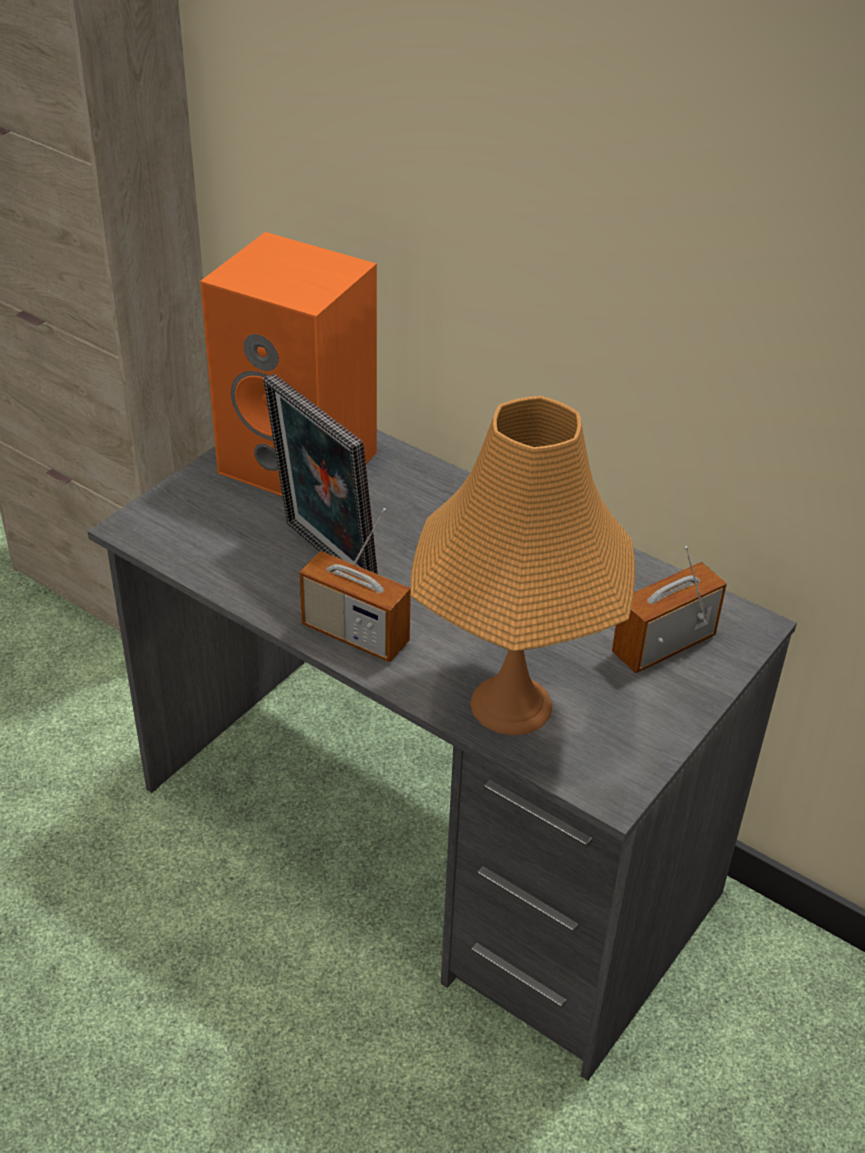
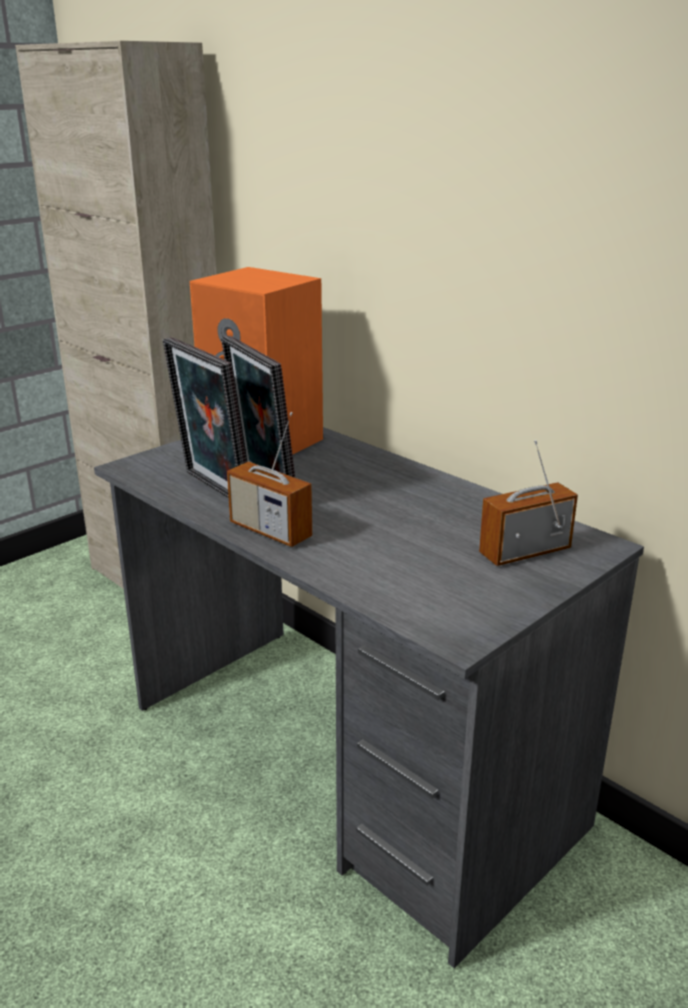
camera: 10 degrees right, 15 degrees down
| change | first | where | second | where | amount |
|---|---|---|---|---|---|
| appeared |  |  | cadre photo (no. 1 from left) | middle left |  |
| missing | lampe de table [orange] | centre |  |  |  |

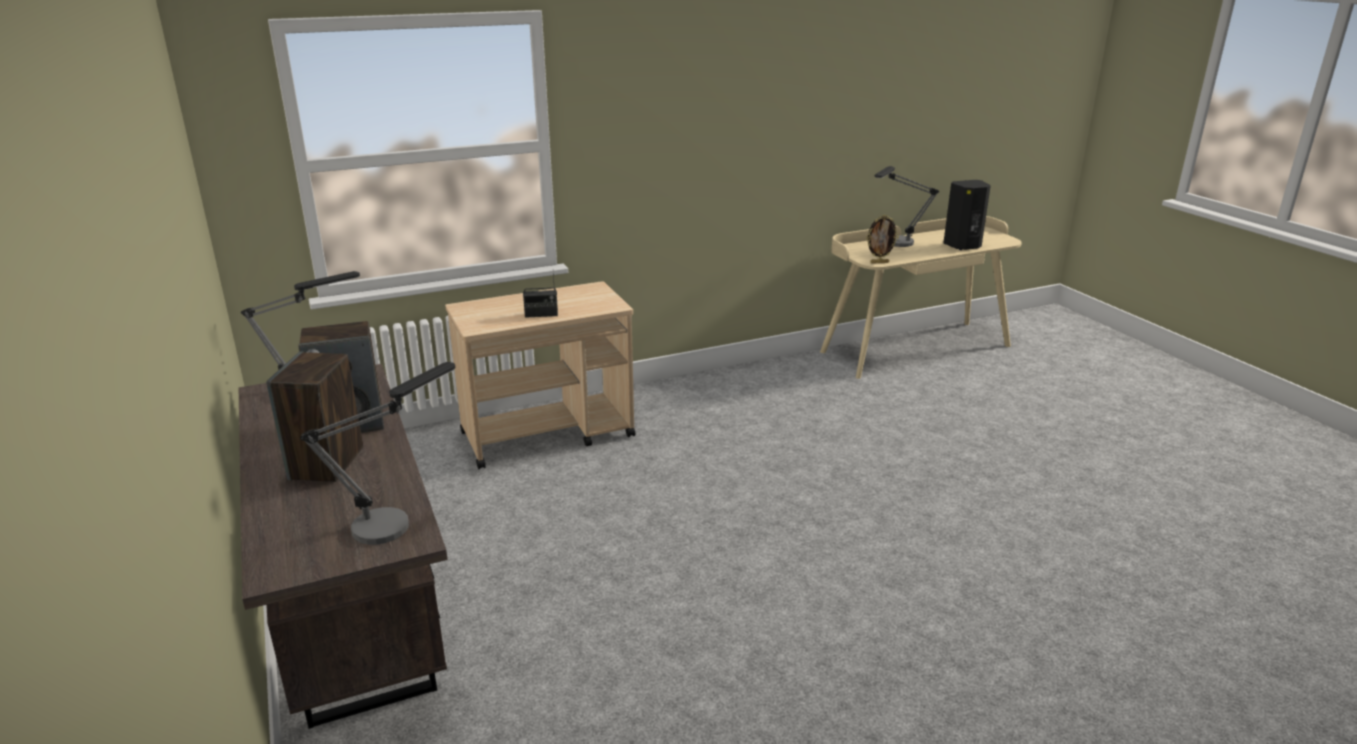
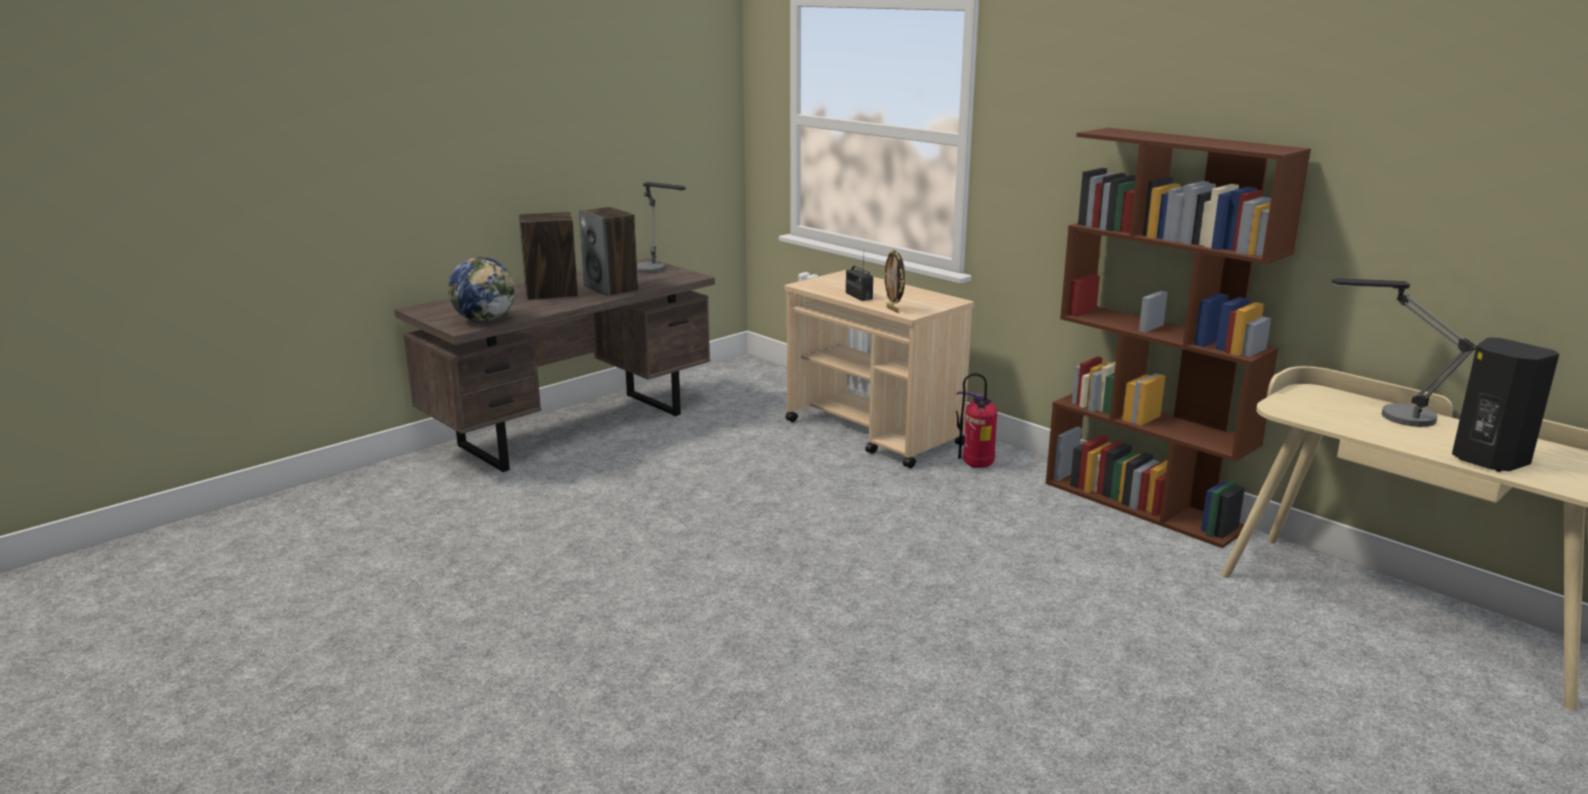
camera: 70 degrees right, 5 degrees down
| change | first | where | second | where | amount |
|---|---|---|---|---|---|
| exchanged | lampe de table (no. 2 from left) | middle left | globe | middle left |  |
| relocated | cadre photo | top centre |  | centre |  |
| appeared |  |  | extincteur | centre |  |
| appeared |  |  | bibliothèque [marron] | middle right |  |

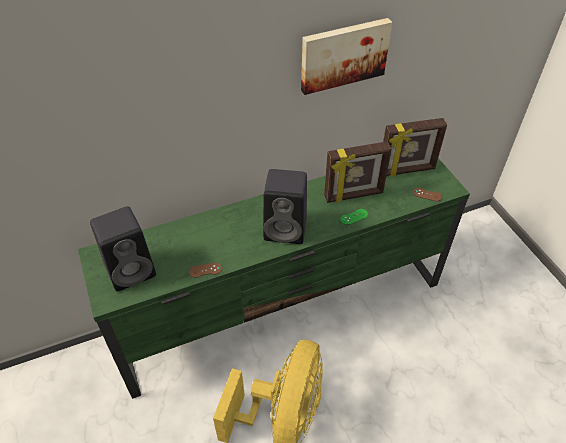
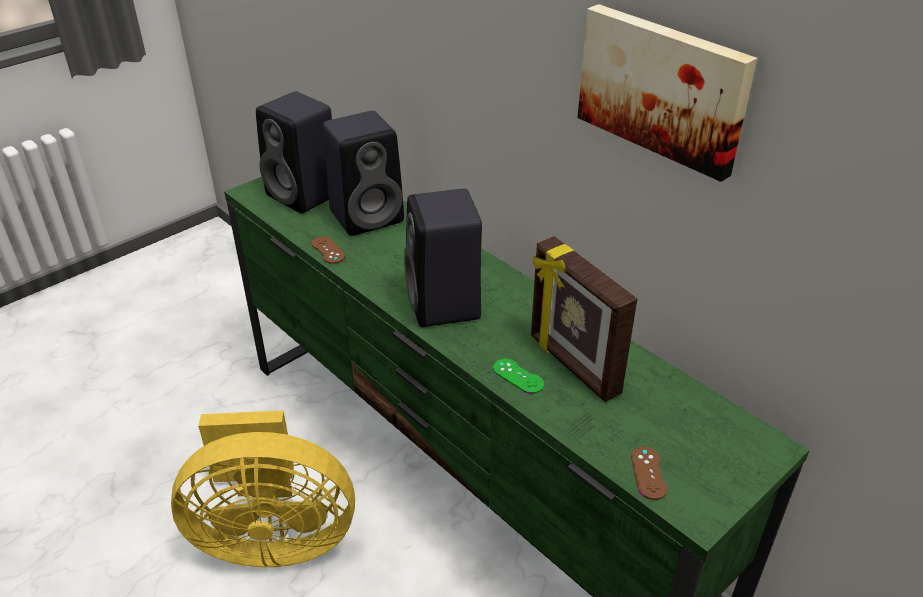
camera: 70 degrees right, 10 degrees down
| change | first | where | second | where | amount |
|---|---|---|---|---|---|
| appeared |  |  | enceinte [noir] (no. 2 from left) | top centre |  |
| missing | cadre photo (no. 2 from left) | top right |  |  |  |

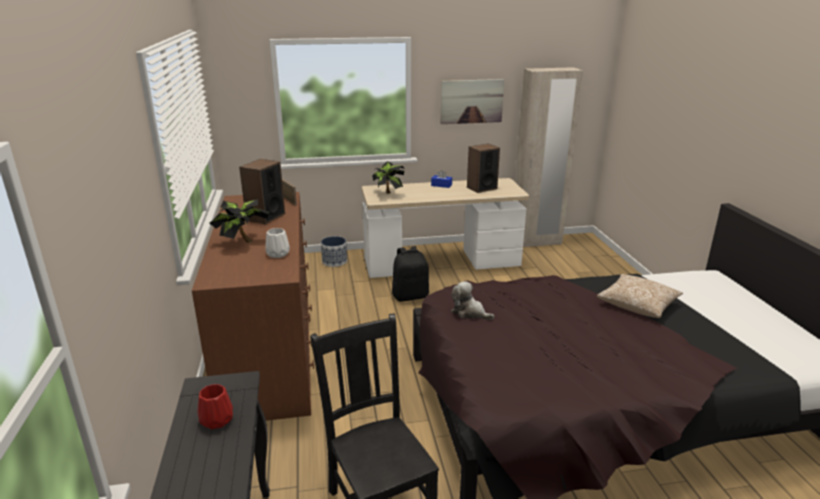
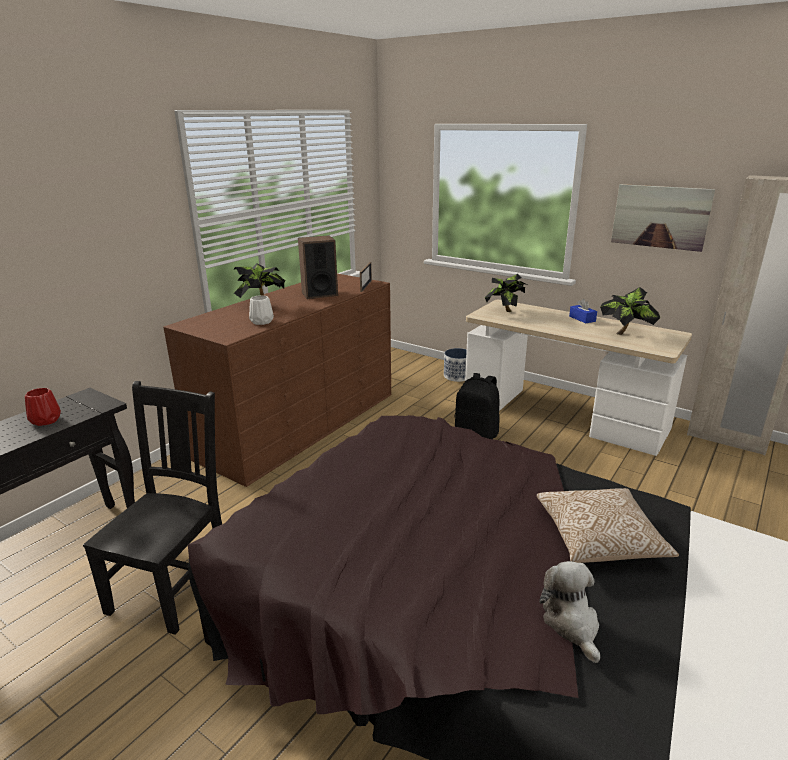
camera: 45 degrees right, 0 degrees up
| change | first | where | second | where | amount |
|---|---|---|---|---|---|
| relocated | peluche | centre |  | bottom right |  |
| exchanged | enceinte (no. 2 from left) | centre | plante en pot (no. 3 from left) | middle right |  |

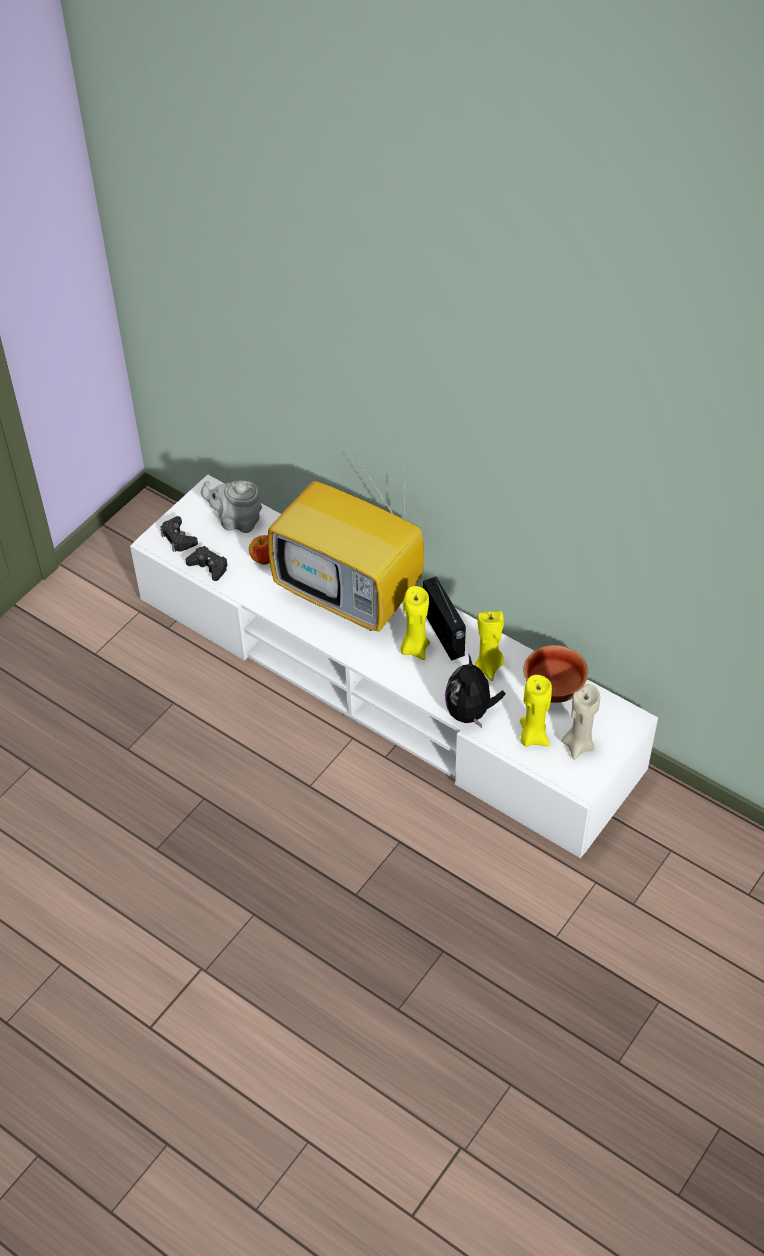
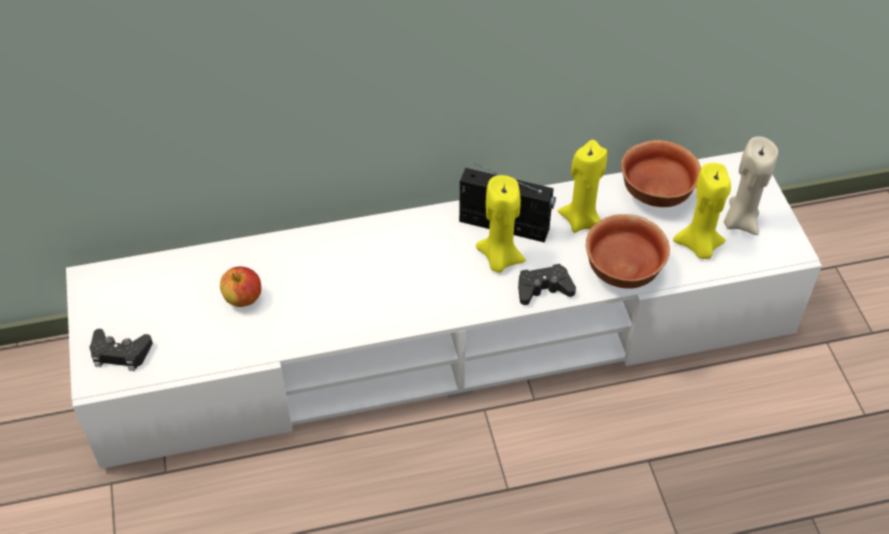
camera: 50 degrees left, 0 degrees up
| change | first | where | second | where | amount |
|---|---|---|---|---|---|
| relocated | manette [noir] (no. 2 from left) | middle left |  | centre |  |
| exchanged | peluche | centre | bol (no. 1 from left) | middle right |  |
| missing | théière [gris] | middle left |  |  |  |
| missing | téléviseur | centre |  |  |  |

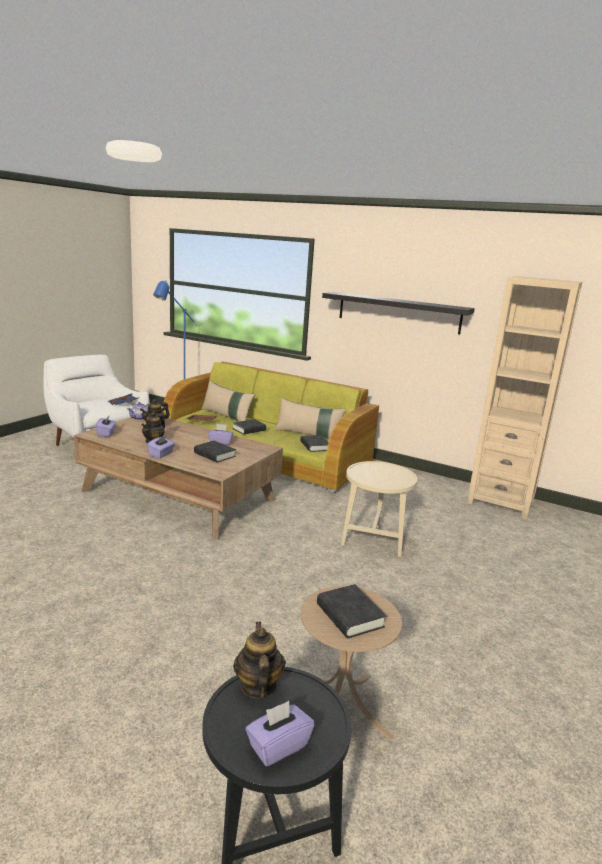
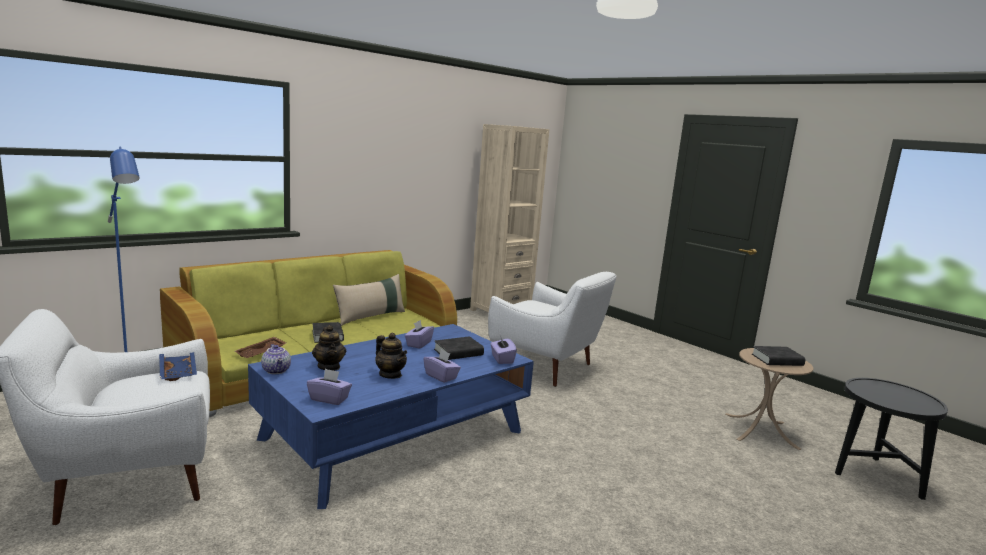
camera: 70 degrees left, 5 degrees down
| change | first | where | second | where | amount |
|---|---|---|---|---|---|
| colour | table basse [marron] | middle left | table basse [bleu] | bottom centre |  |
| exchanged | table d'appoint [beige] (no. 2 from left) | centre | fauteuil [blanc] (no. 2 from left) | centre |  |
| relocated | boîte à mouchoirs [violet] (no. 4 from left) | bottom centre |  | centre |  |
| missing | coussin [beige] (no. 1 from left) | centre |  |  |  |
| missing | théière (no. 4 from left) | bottom centre |  |  |  |
| missing | livre [noir] (no. 3 from left) | centre |  |  |  |
| missing | étagère [noir] | centre |  |  |  |

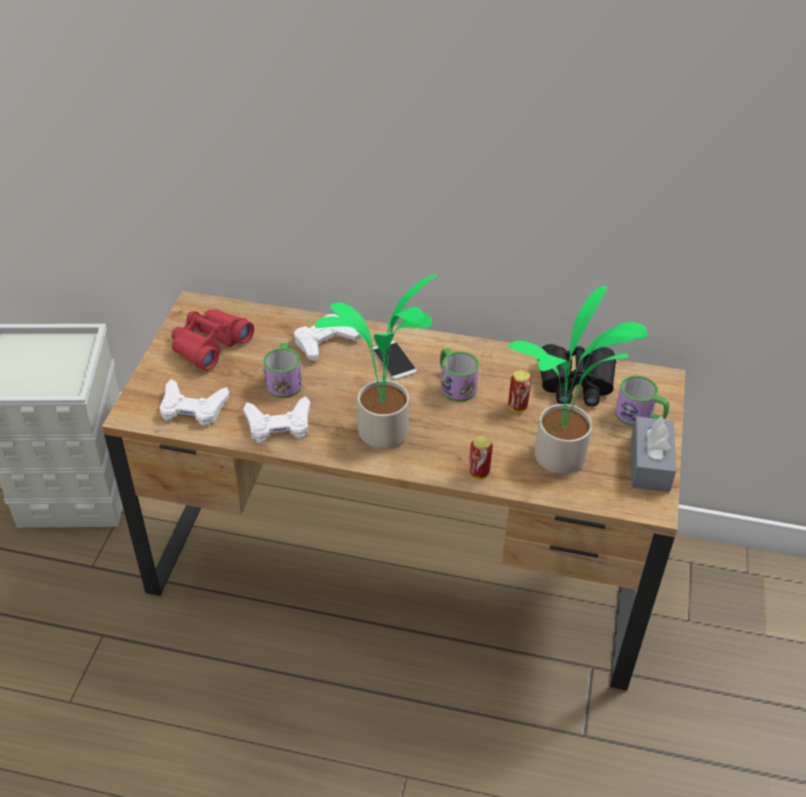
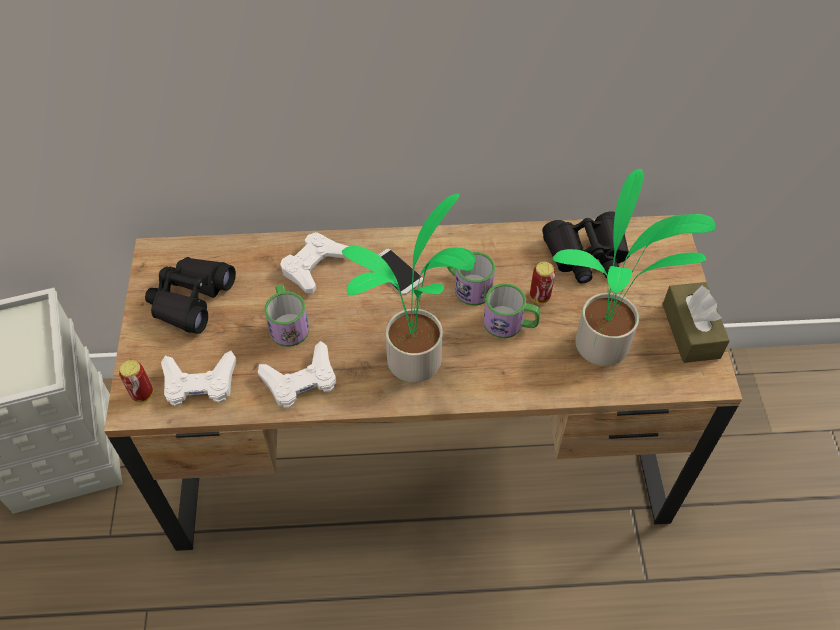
camera: 15 degrees left, 10 degrees up
| change | first | where | second | where | amount |
|---|---|---|---|---|---|
| relocated | boîte métallique (no. 1 from left) | centre |  | middle left |  |
| colour | jumelles [rouge] | middle left | jumelles [noir] (no. 1 from left) | middle left |  |
| relocated | mug (no. 3 from left) | middle right |  | centre |  |
| colour | boîte à mouchoirs [gris] | middle right | boîte à mouchoirs [marron] | middle right |  |

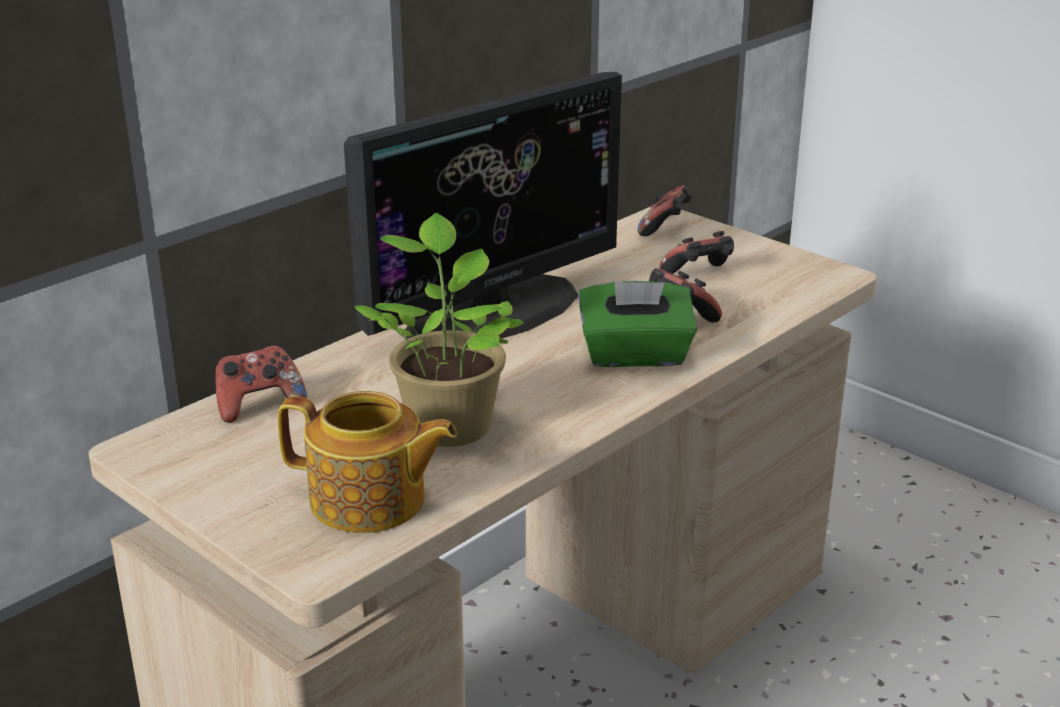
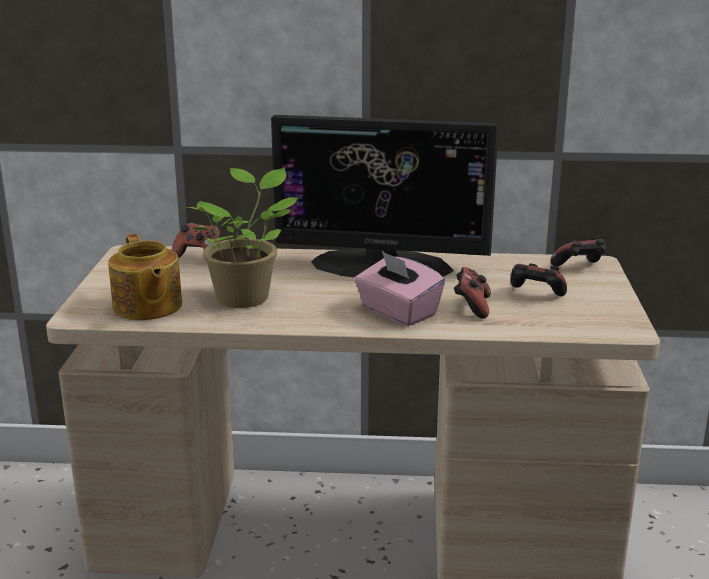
camera: 50 degrees right, 5 degrees down
| change | first | where | second | where | amount |
|---|---|---|---|---|---|
| colour | boîte à mouchoirs [vert] | centre | boîte à mouchoirs [rose] | centre |  |

